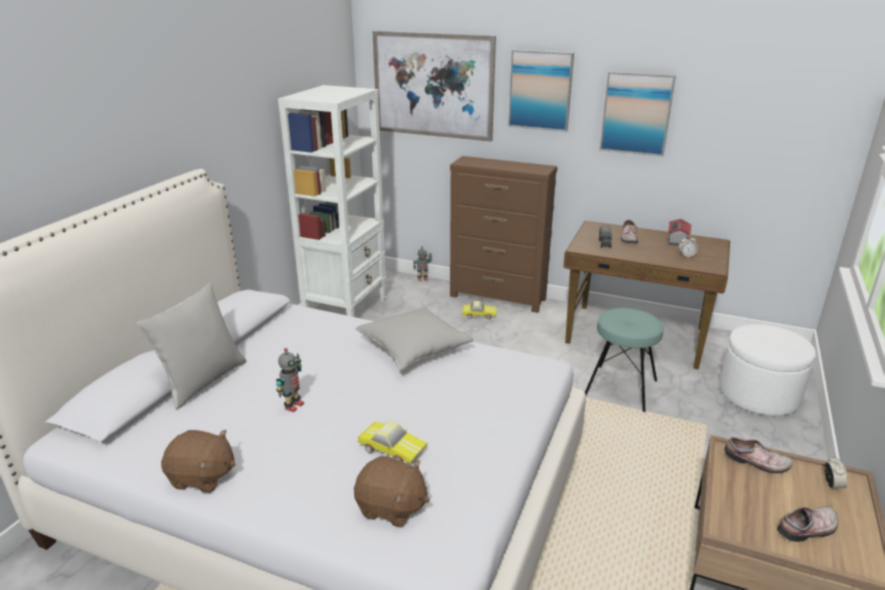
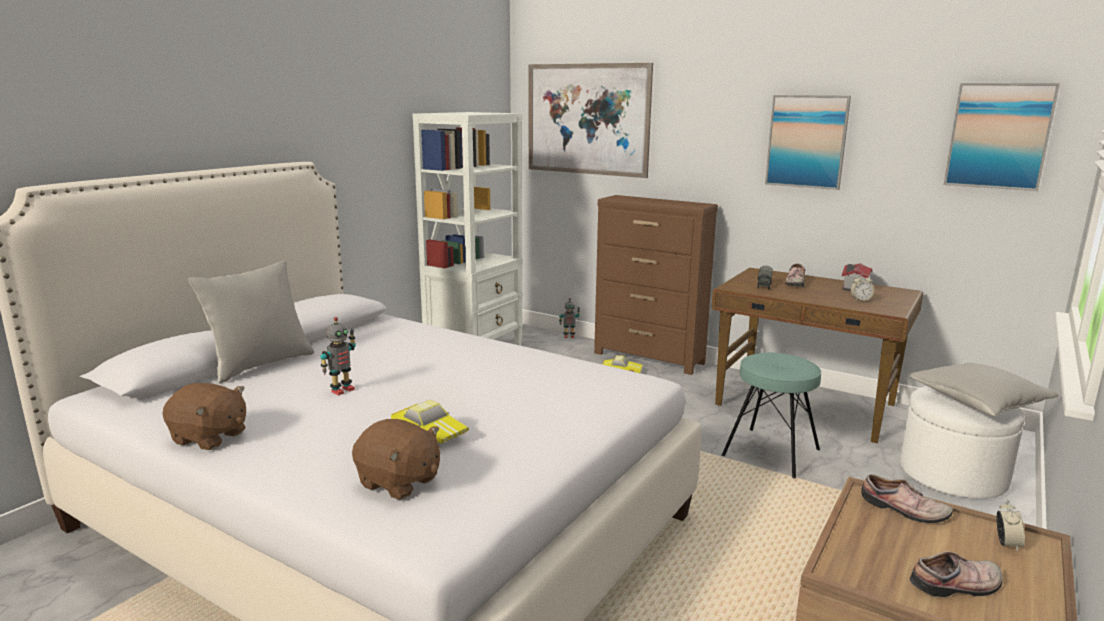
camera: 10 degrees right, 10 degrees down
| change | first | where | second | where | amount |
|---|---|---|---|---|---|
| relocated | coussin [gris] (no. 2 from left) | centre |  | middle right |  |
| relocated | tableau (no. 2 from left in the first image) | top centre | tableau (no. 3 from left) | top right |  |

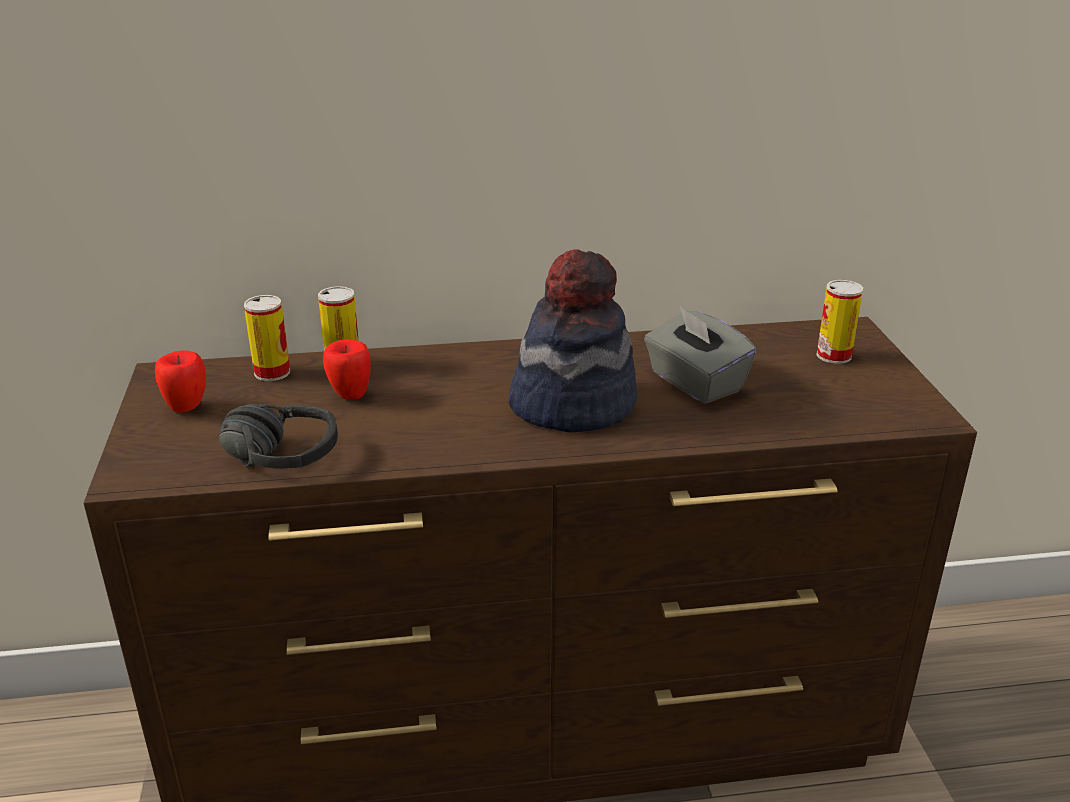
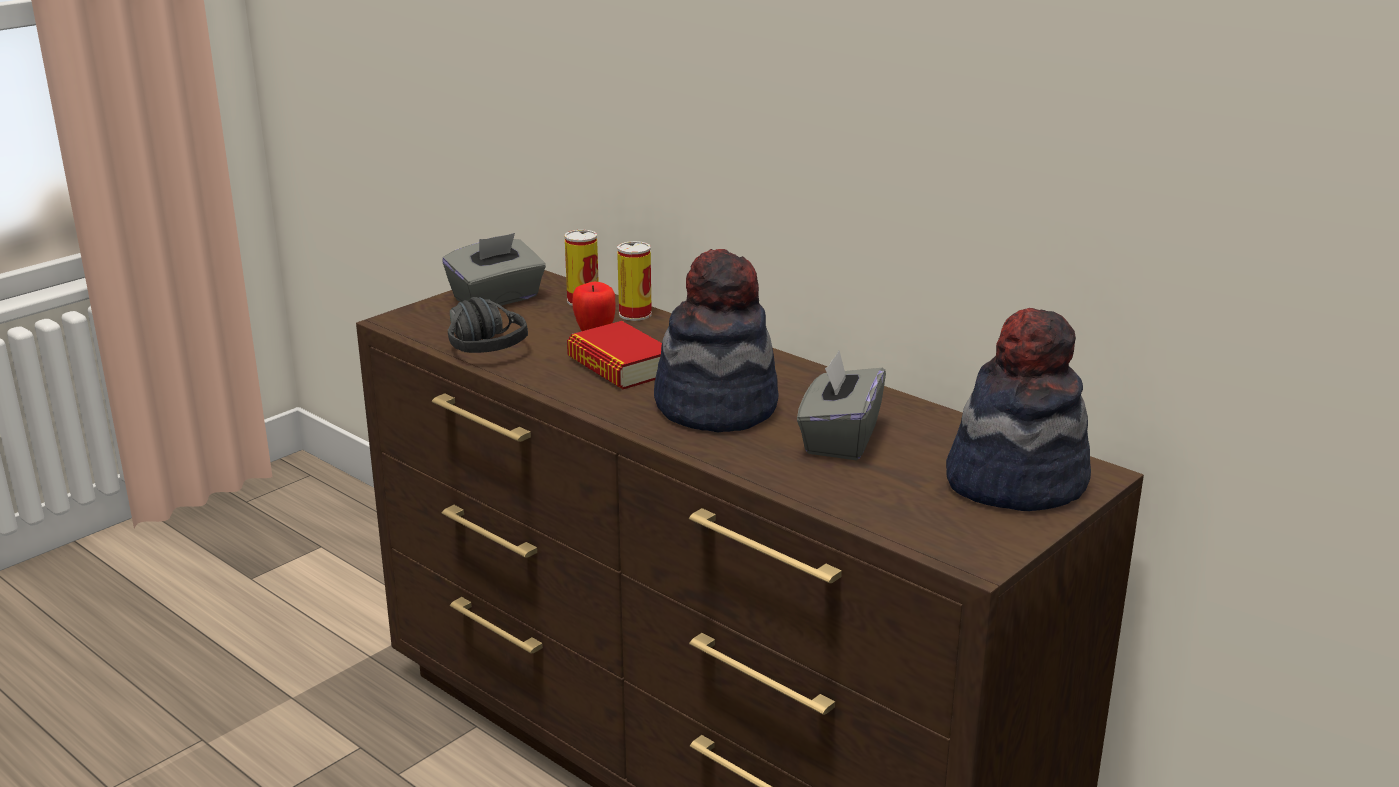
camera: 50 degrees right, 5 degrees down
| change | first | where | second | where | amount |
|---|---|---|---|---|---|
| exchanged | pomme (no. 1 from left) | middle left | boîte à mouchoirs [gris] (no. 1 from left) | centre |  |
| appeared |  |  | livre | centre |  |
| exchanged | boîte métallique (no. 3 from left) | middle right | chapeau (no. 2 from left) | middle right |  |

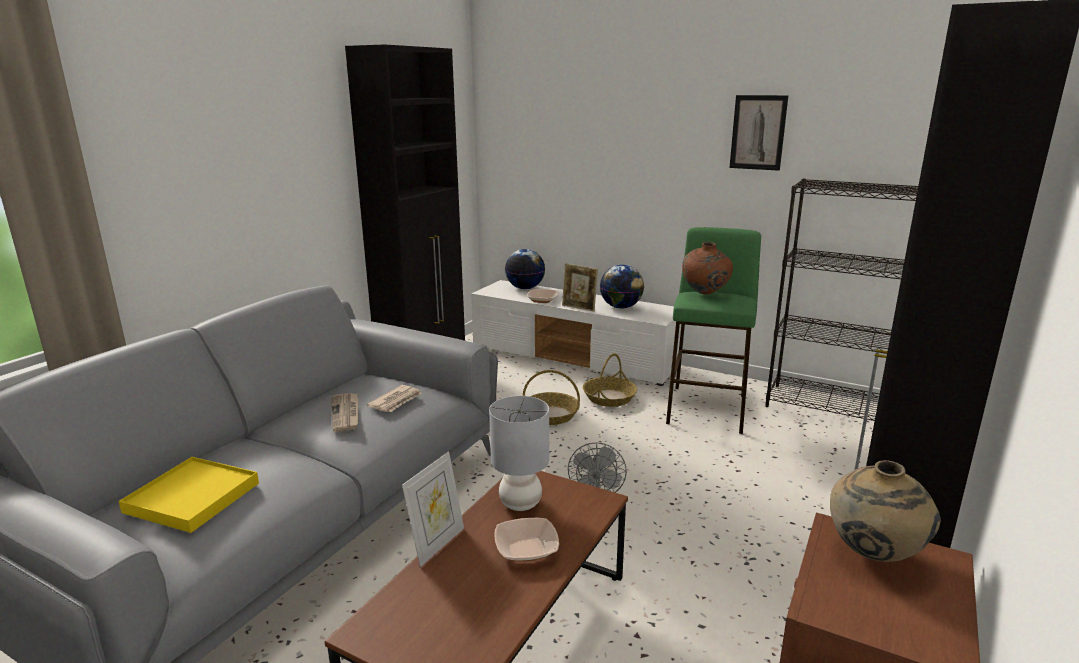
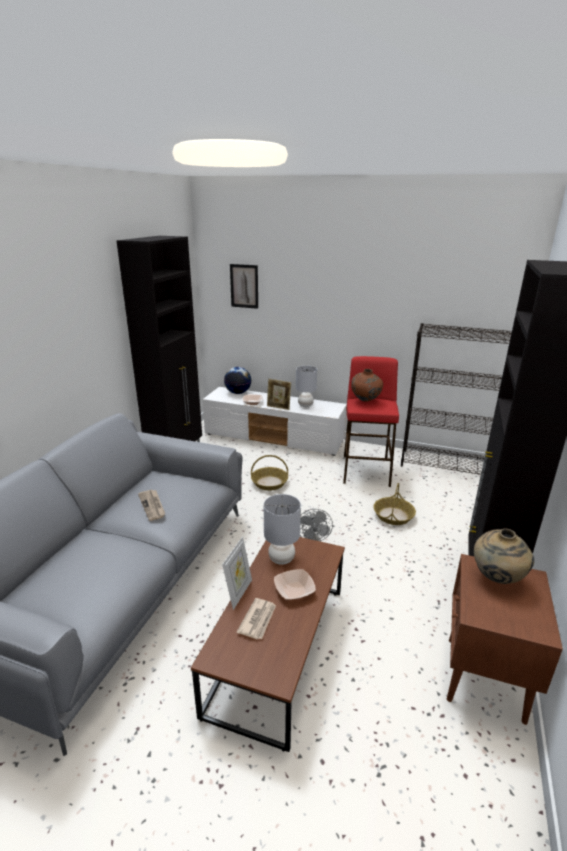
camera: 10 degrees left, 5 degrees up
| change | first | where | second | where | amount |
|---|---|---|---|---|---|
| relocated | tableau | top right |  | centre |  |
| relocated | journal (no. 2 from left) | centre |  | bottom centre |  |
| exchanged | globe (no. 2 from left) | centre | lampe de table [gris] (no. 2 from left) | centre |  |
| colour | tabouret [vert] | centre | tabouret [rouge] | centre |  |
| relocated | panier (no. 2 from left) | centre |  | middle right |  |
| missing | plateau [jaune] | bottom left |  |  |  |

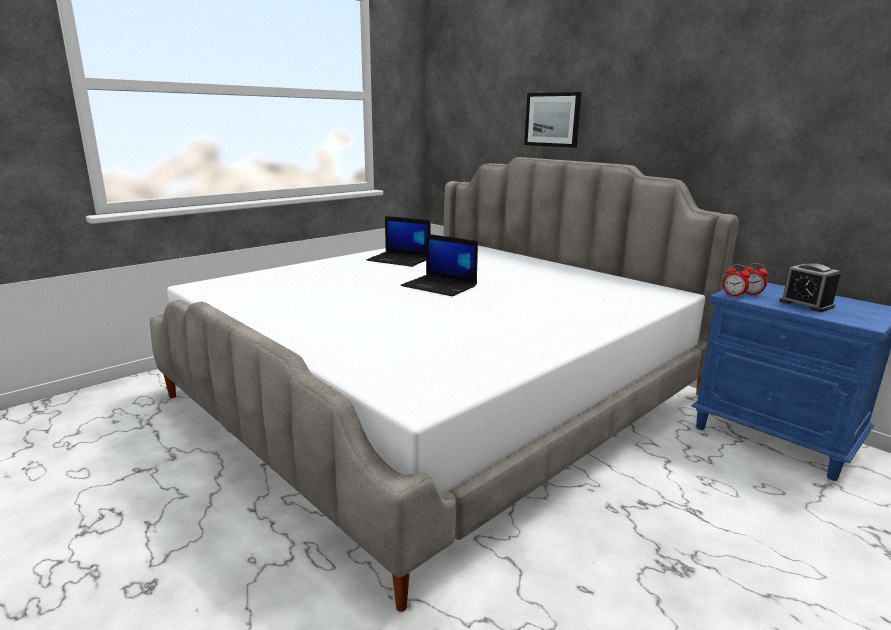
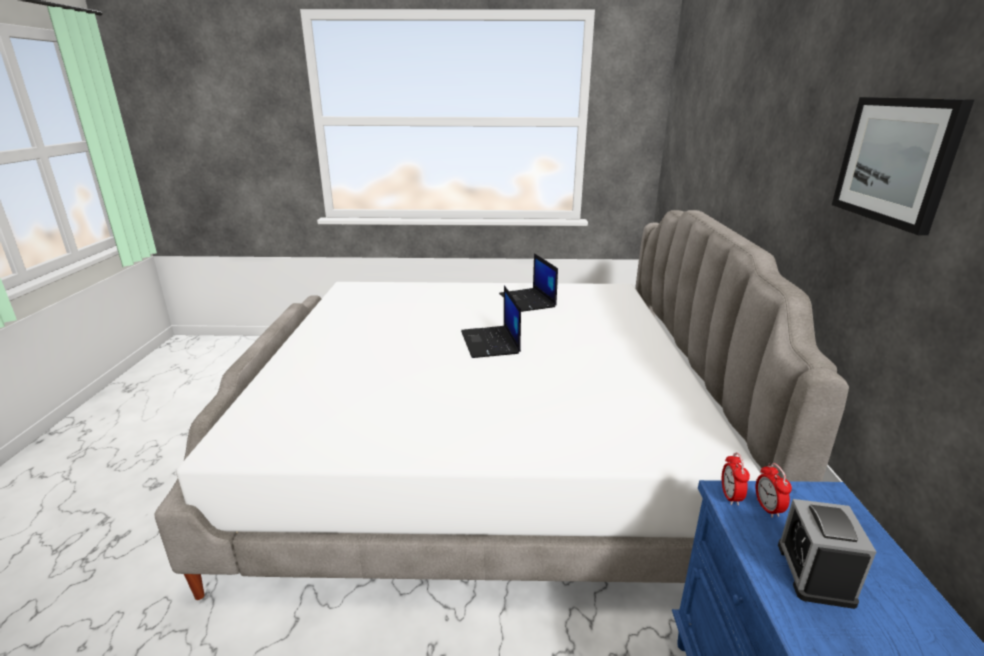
camera: 45 degrees right, 5 degrees up
| change | first | where | second | where | amount |
|---|---|---|---|---|---|
| relocated | tableau | top centre |  | top right |  |

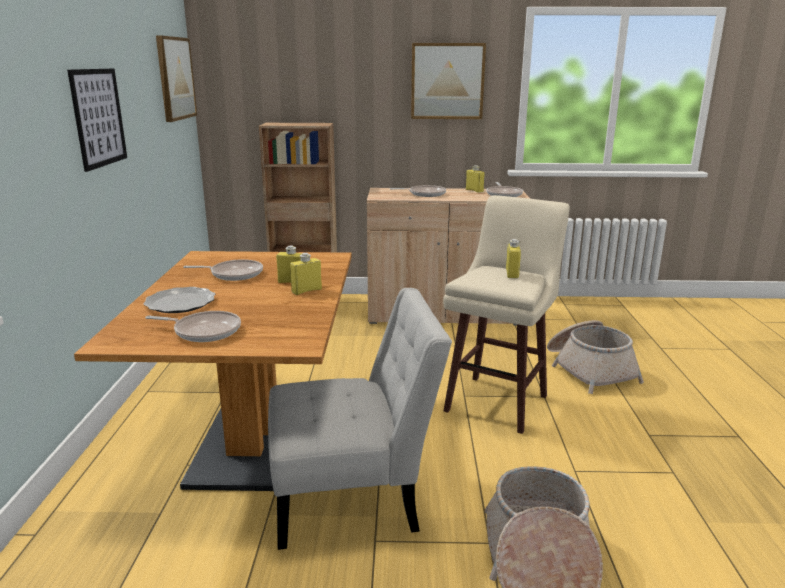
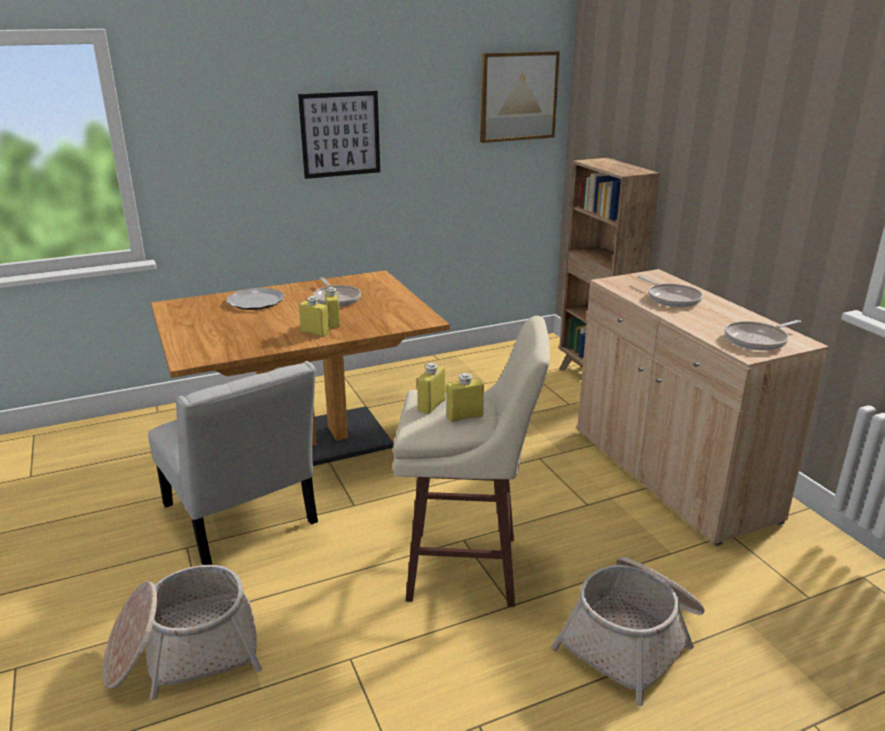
camera: 65 degrees right, 5 degrees up
| change | first | where | second | where | amount |
|---|---|---|---|---|---|
| relocated | bouteille [jaune] (no. 3 from left) | top centre |  | centre |  |
| missing | poêle (no. 1 from left) | middle left |  |  |  |
| missing | tableau (no. 3 from left) | top centre |  |  |  |

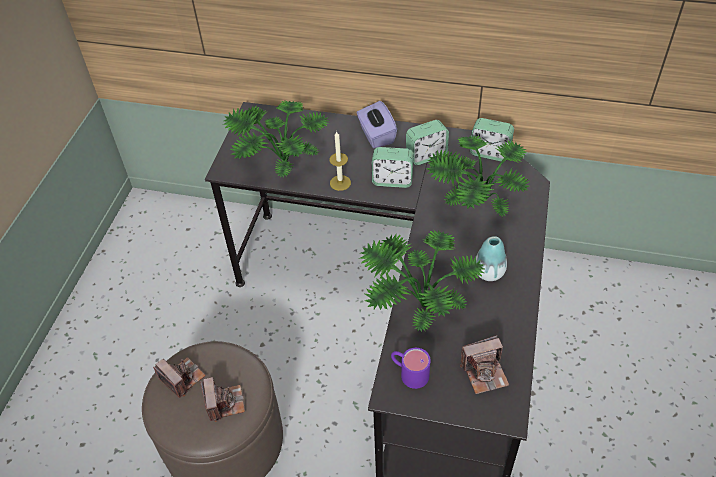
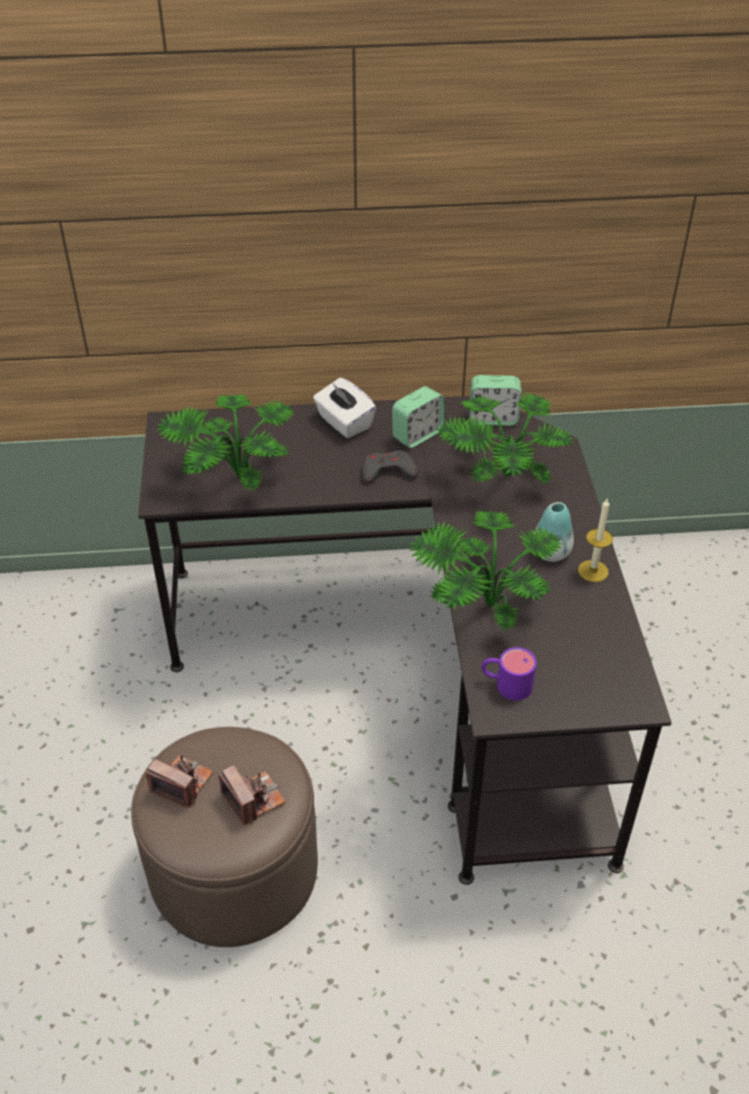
camera: 20 degrees left, 5 degrees down
| change | first | where | second | where | amount |
|---|---|---|---|---|---|
| colour | boîte à mouchoirs [violet] | top centre | boîte à mouchoirs [blanc] | centre |  |
| exchanged | réveil (no. 1 from left) | centre | manette [gris] | centre |  |
| relocated | bougie | centre |  | middle right |  |
| missing | appareil photo (no. 3 from left) | bottom right |  |  |  |

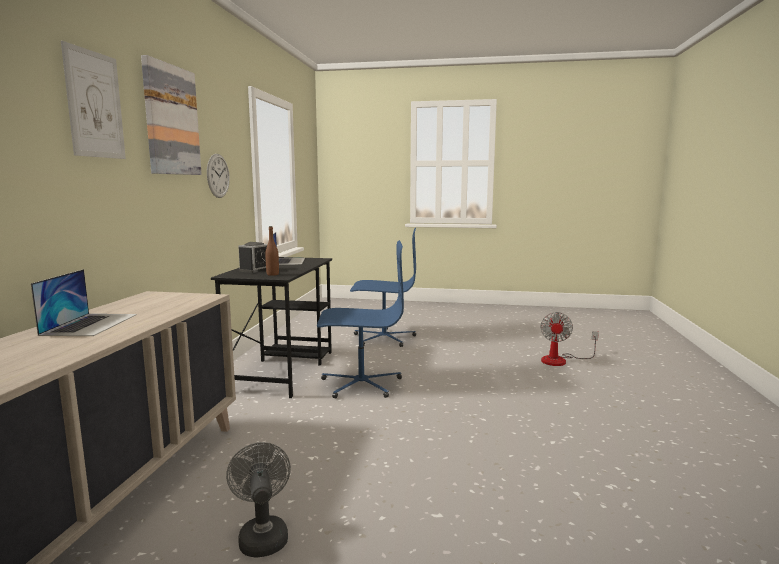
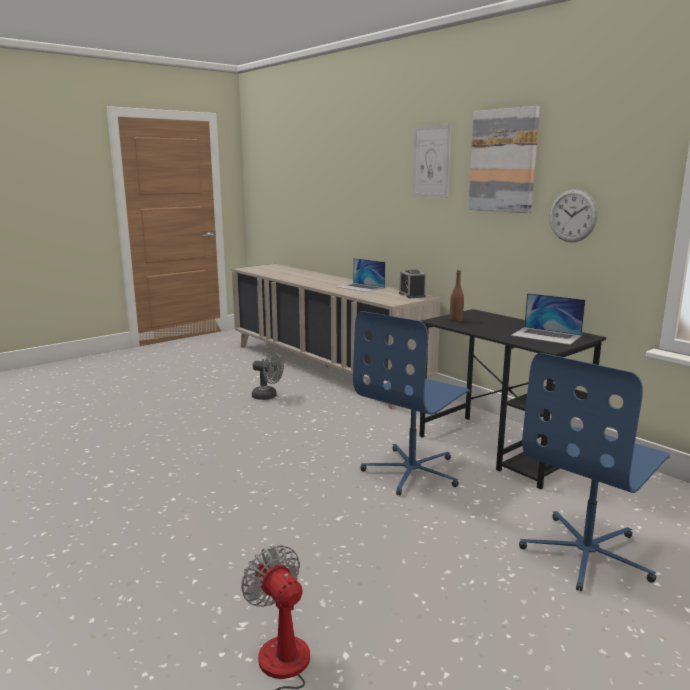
camera: 130 degrees right, 5 degrees up
| change | first | where | second | where | amount |
|---|---|---|---|---|---|
| relocated | réveil | middle left |  | centre |  |

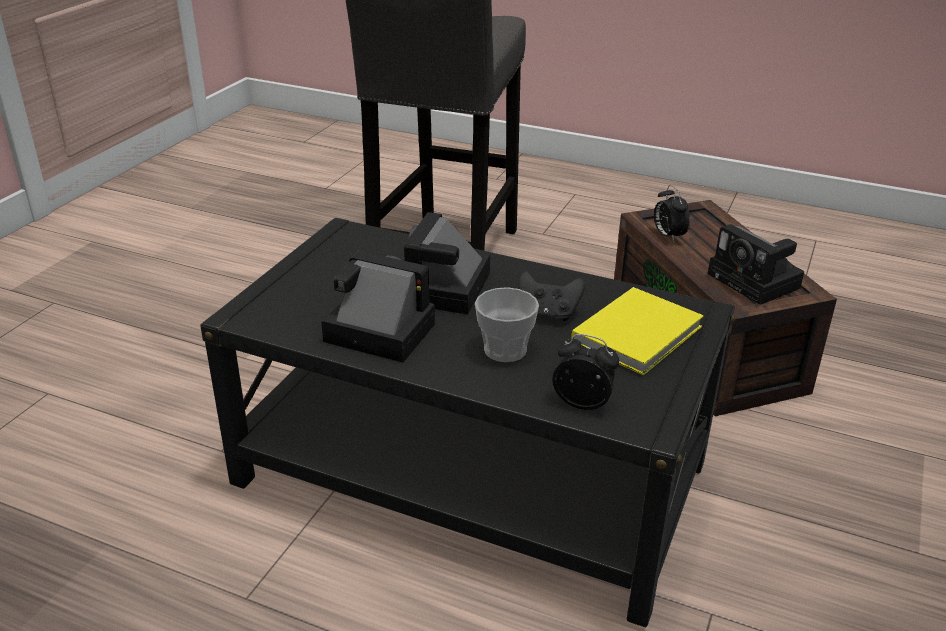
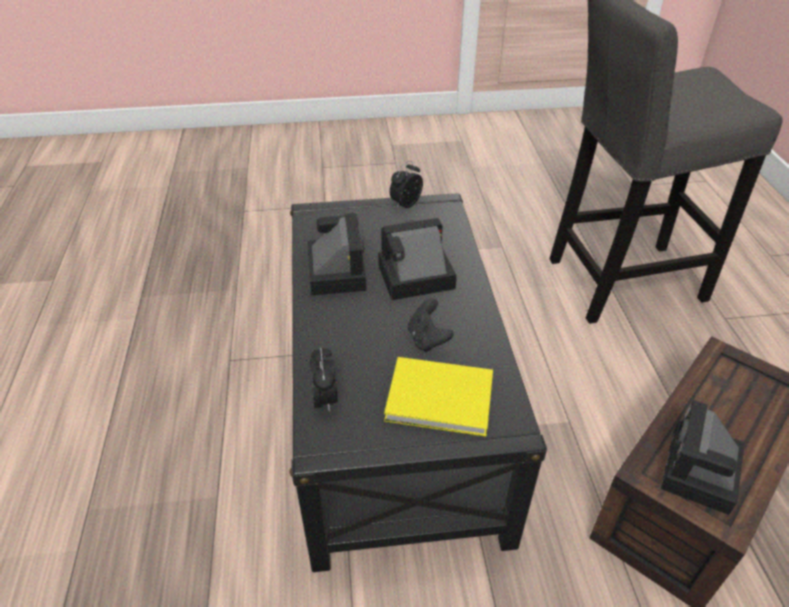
camera: 60 degrees right, 10 degrees up
| change | first | where | second | where | amount |
|---|---|---|---|---|---|
| relocated | réveil (no. 2 from left) | middle right |  | top centre |  |
| missing | tasse | centre |  |  |  |

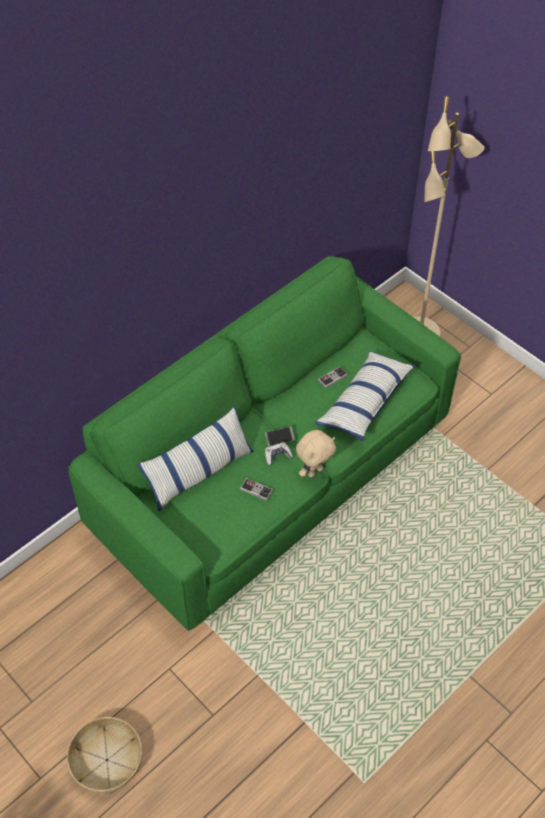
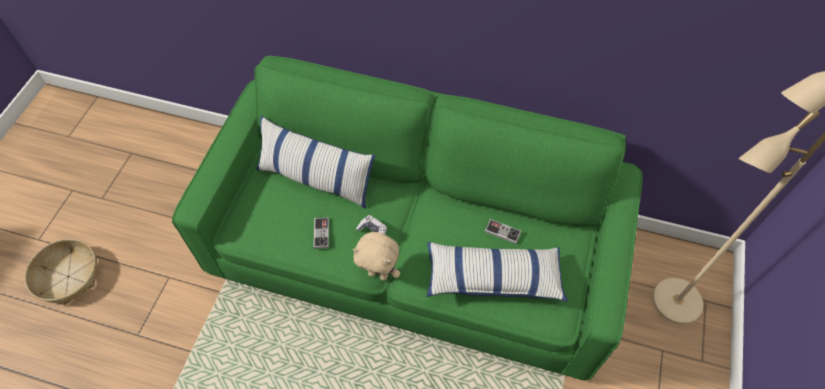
camera: 60 degrees right, 5 degrees up
| change | first | where | second | where | amount |
|---|---|---|---|---|---|
| missing | téléphone | centre |  |  |  |

